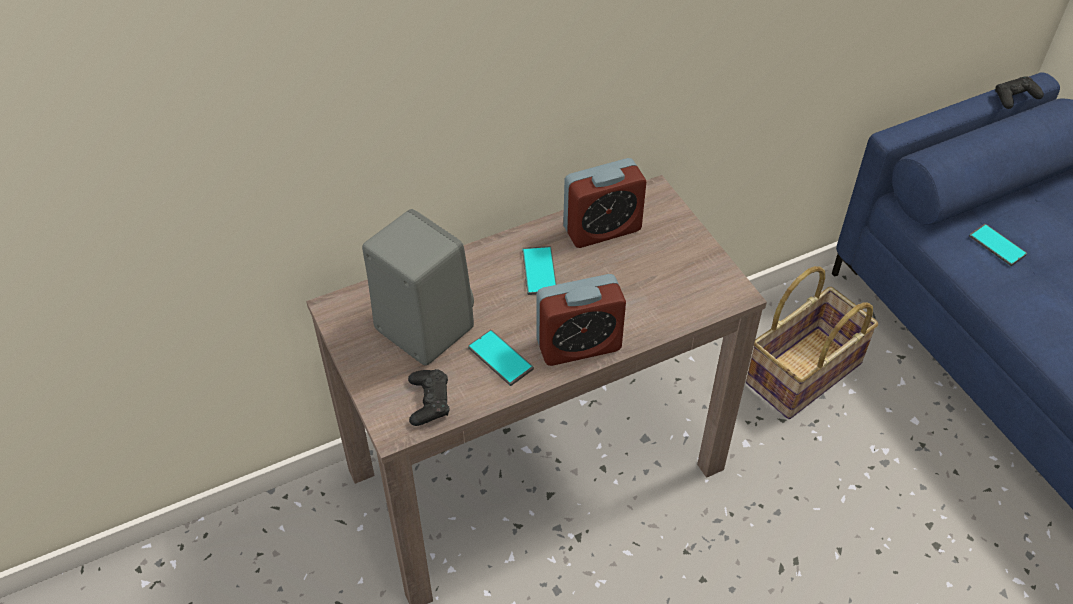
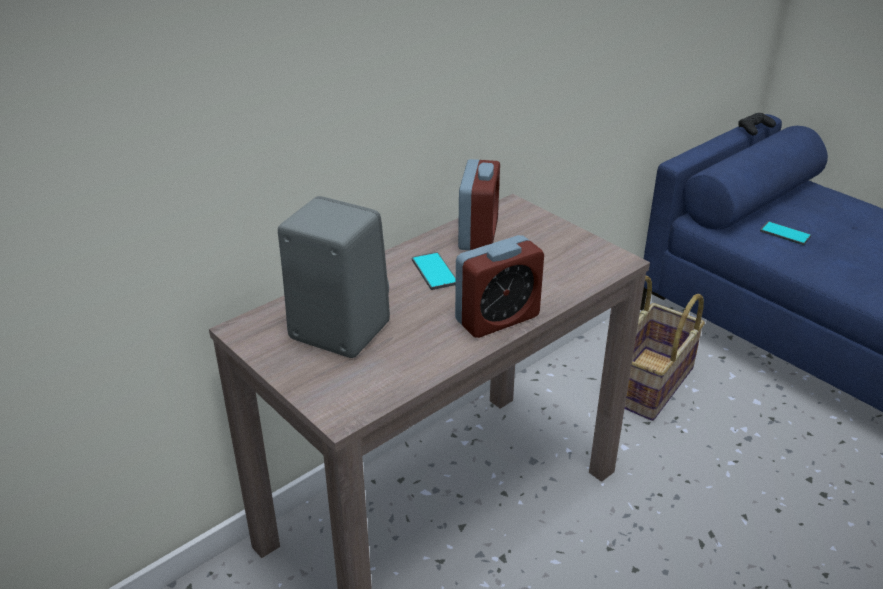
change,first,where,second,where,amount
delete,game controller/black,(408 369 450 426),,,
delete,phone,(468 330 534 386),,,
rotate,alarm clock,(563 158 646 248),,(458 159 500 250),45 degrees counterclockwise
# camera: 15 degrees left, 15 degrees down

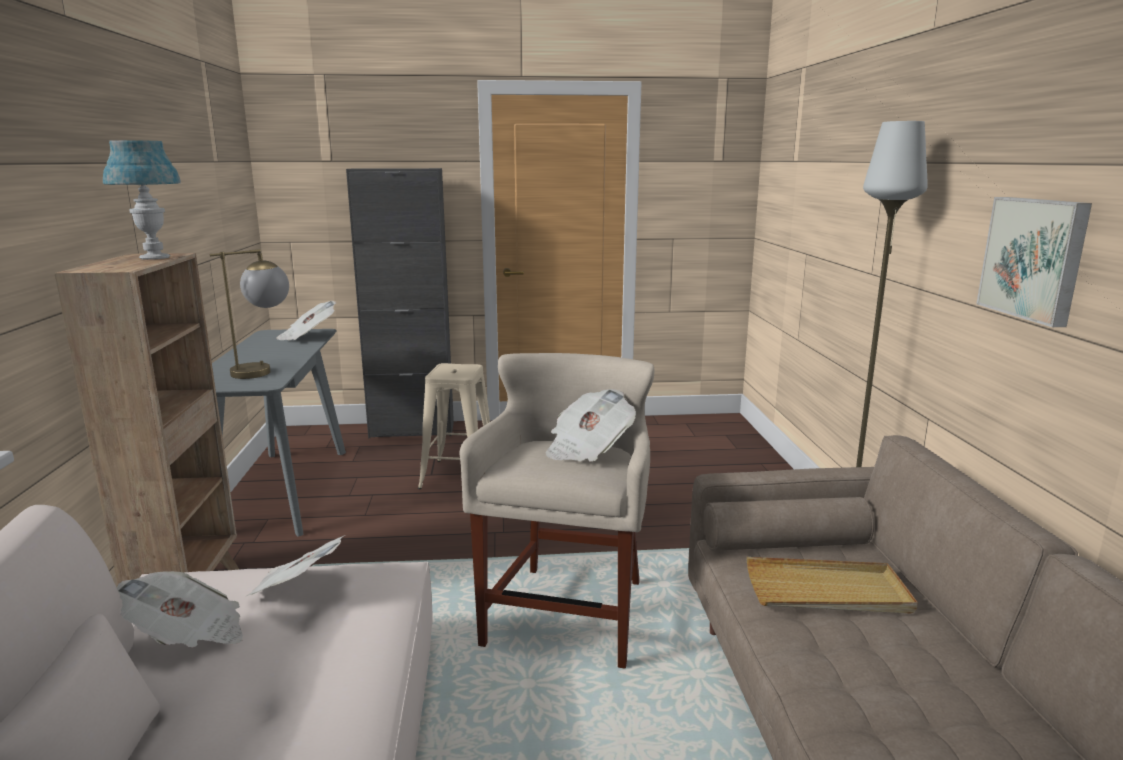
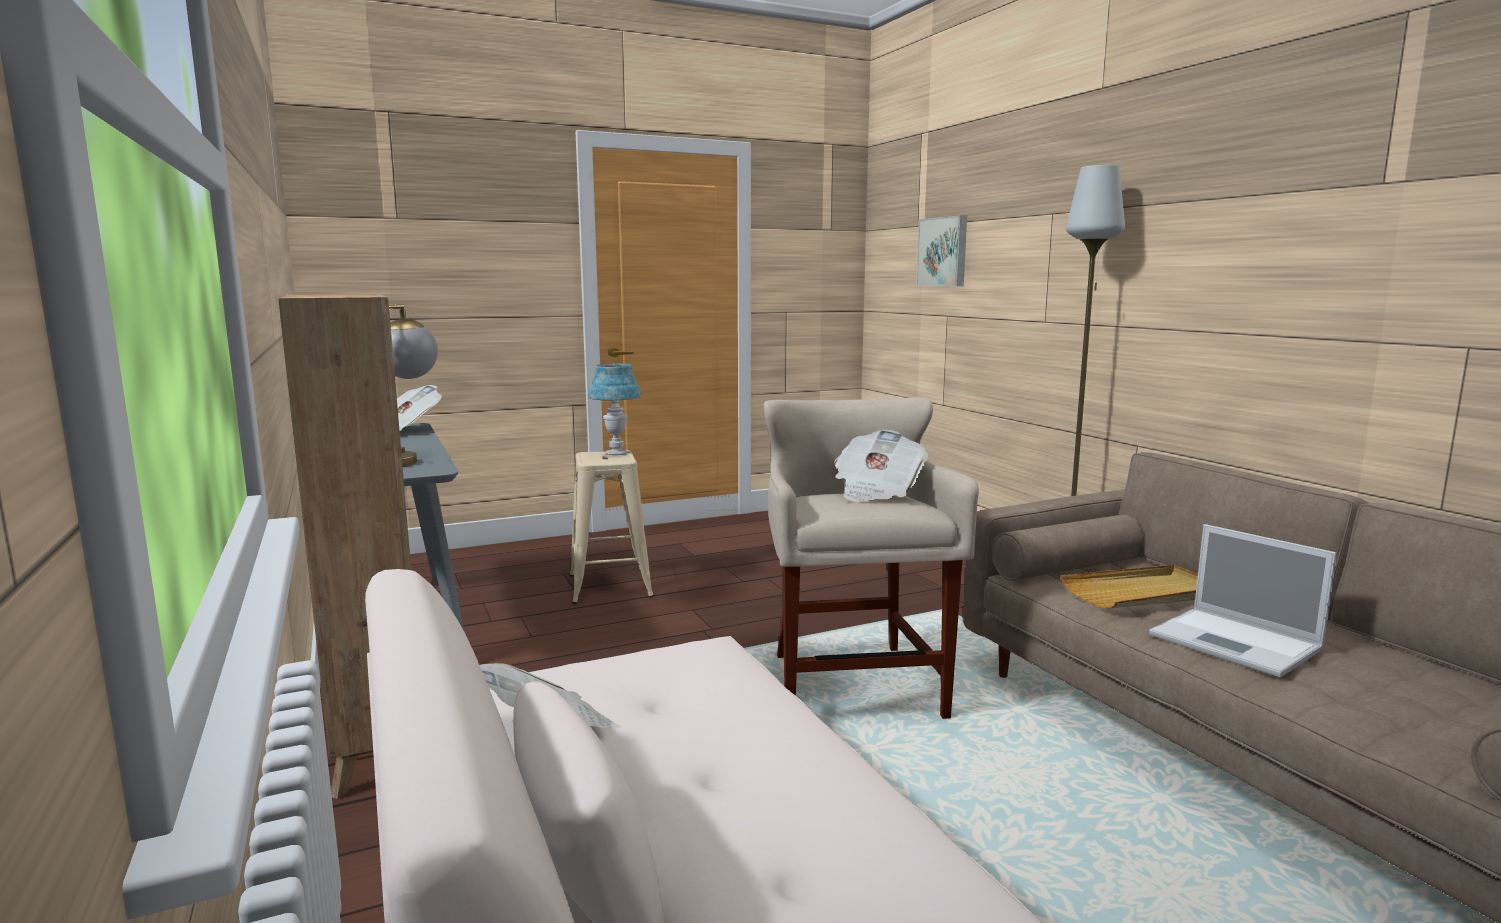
change,first,where,second,where,amount
delete,newspaper,(245 535 345 597),,,
delete,cabinet/black,(346 168 454 438),,,
insert,,,laptop,(1149 524 1337 678),
move,table lamp/blue,(103 140 181 260),,(588 364 641 455),
move,picture,(976 197 1092 327),,(916 215 967 286),
# camera: 20 degrees left, 5 degrees down

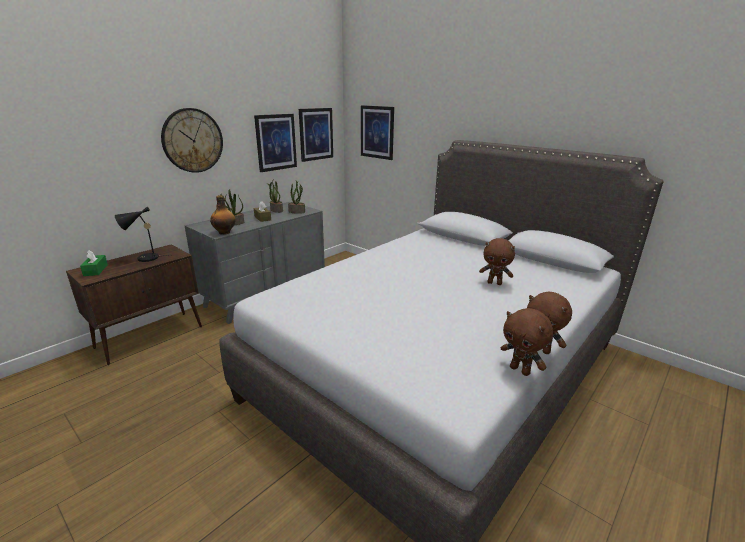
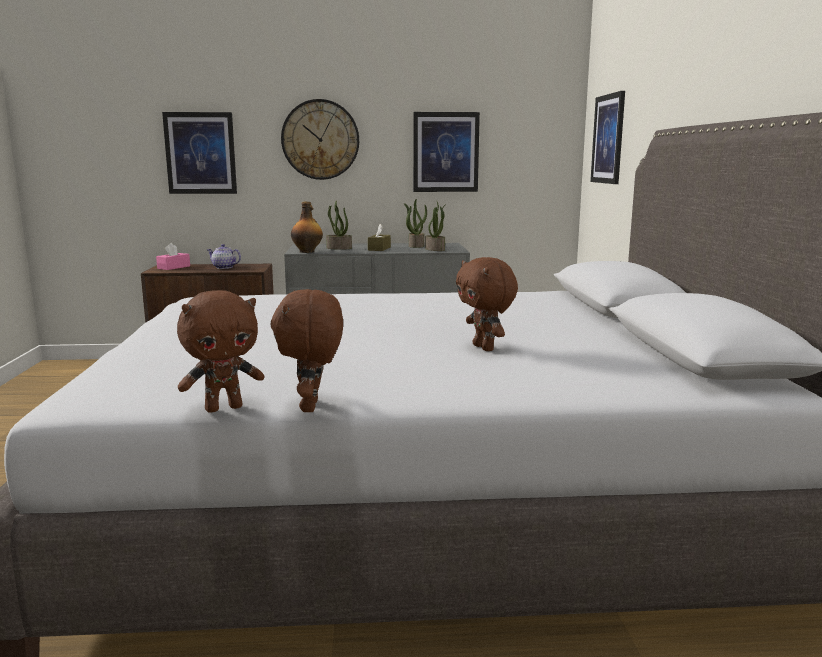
change,first,where,second,where,amount
move,picture,(299 108 333 162),,(162 112 237 194),
replace,table lamp/black,(115 207 168 262),teapot,(207 244 241 269),
recolor,tissue box/green,(80 250 108 276),tissue box/pink,(156 243 190 270),
rotate,plush toy/brown,(501 308 554 376),,(177 290 265 412),120 degrees counterclockwise
# camera: 45 degrees right, 10 degrees down

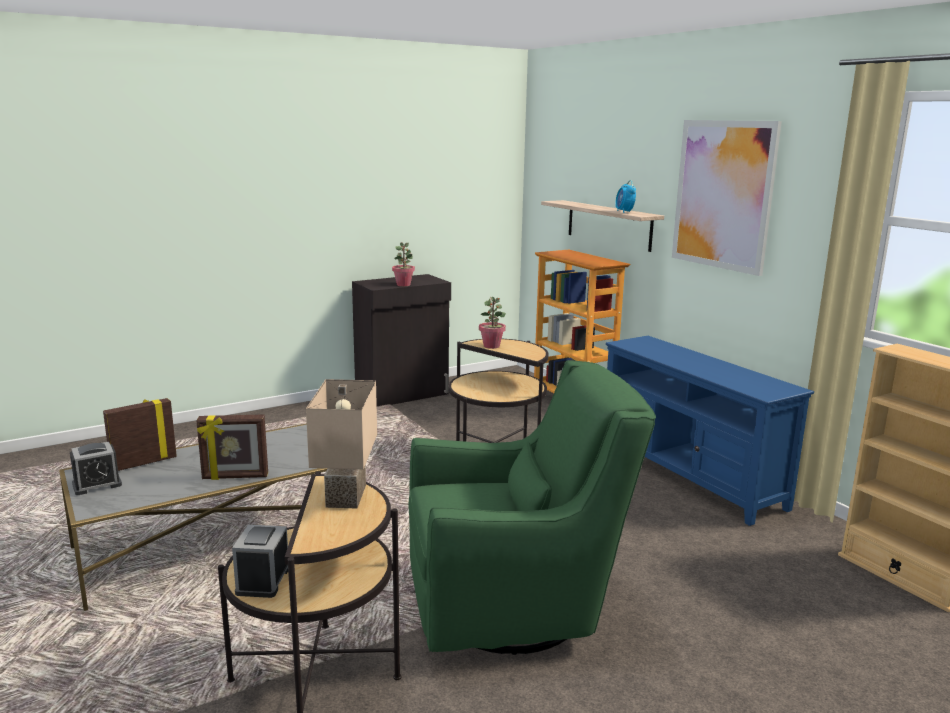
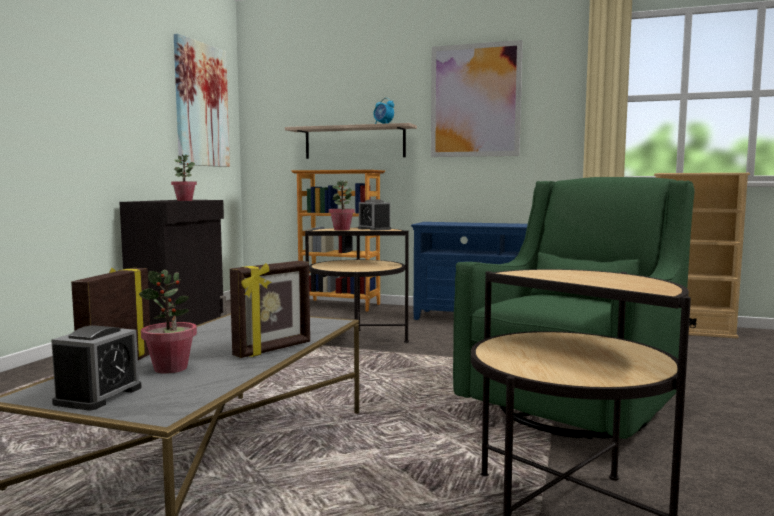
change,first,where,second,where,amount
delete,table lamp/beige,(306 379 377 508),,,
insert,,,potted plant,(139 270 197 374),
insert,,,picture,(174 34 230 167),
move,alarm clock,(232 525 288 598),,(358 199 391 231),
# camera: 40 degrees left, 10 degrees down

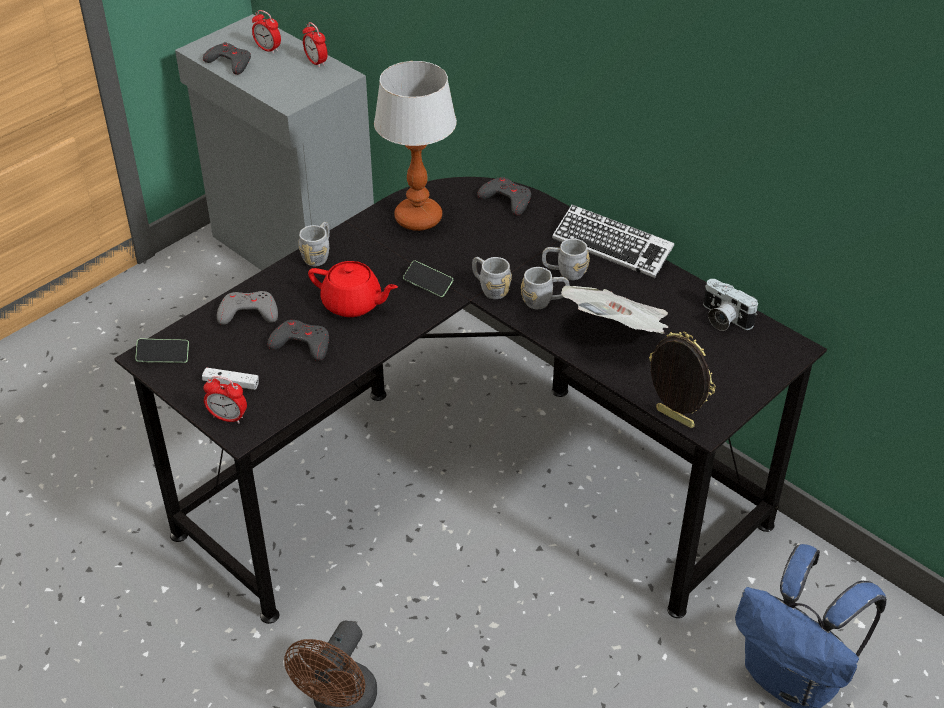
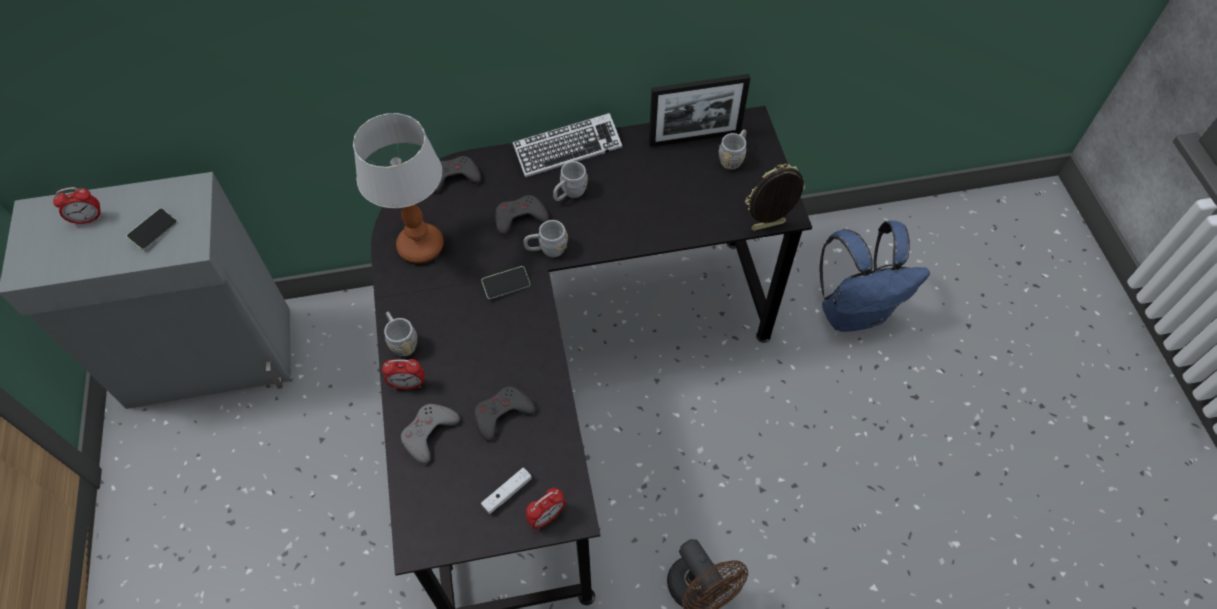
change,first,where,second,where,amount
delete,teapot/red,(308 261 398 317),,,
delete,newspaper,(561 286 668 334),,,
move,phone,(135 339 189 363),,(126 208 177 250),
move,game controller/grey,(203 42 251 75),,(495 195 549 235),
move,alarm clock,(303 22 328 68),,(382 359 424 389),
move,mug/grey,(521 267 570 309),,(719 129 747 170),
replace,photo camera,(703 279 758 331),picture frame,(649 74 750 147),
# camera: 55 degrees left, 15 degrees up

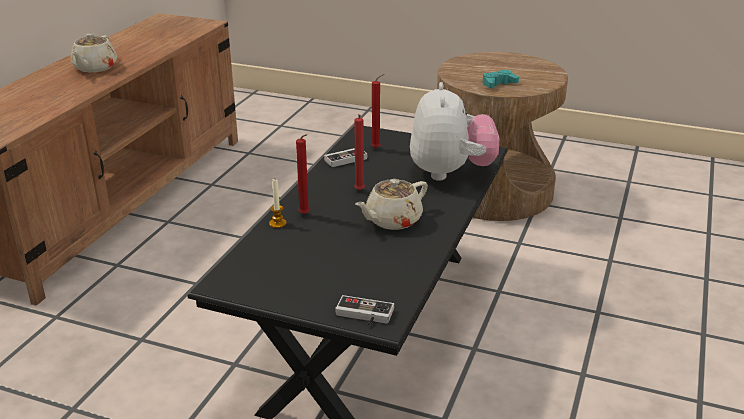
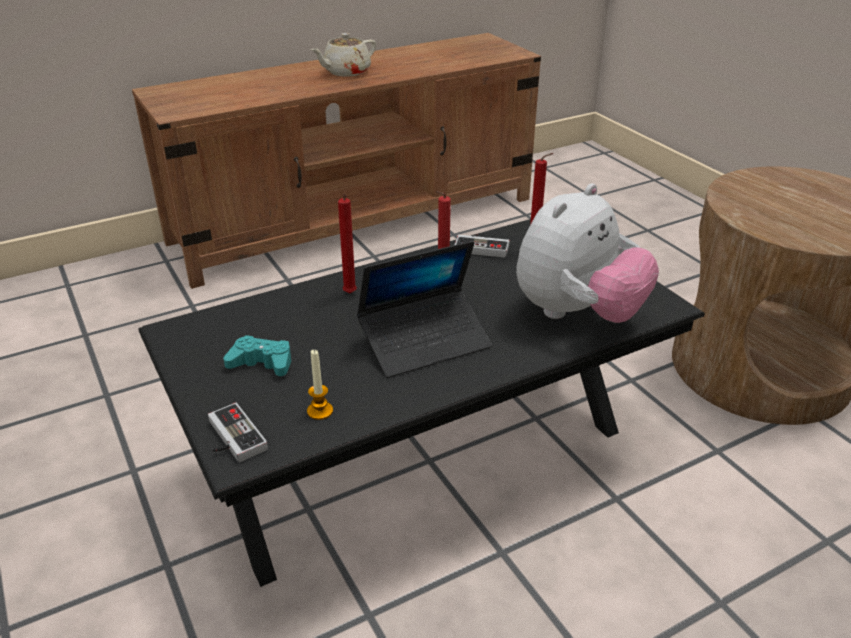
change,first,where,second,where,amount
move,candle,(269 179 286 228),,(307 349 333 420),
move,game controller/turquoise,(483 70 519 88),,(223 335 291 376),
replace,teapot/beige,(355 179 428 230),laptop,(357 241 492 378),
# camera: 40 degrees right, 5 degrees up

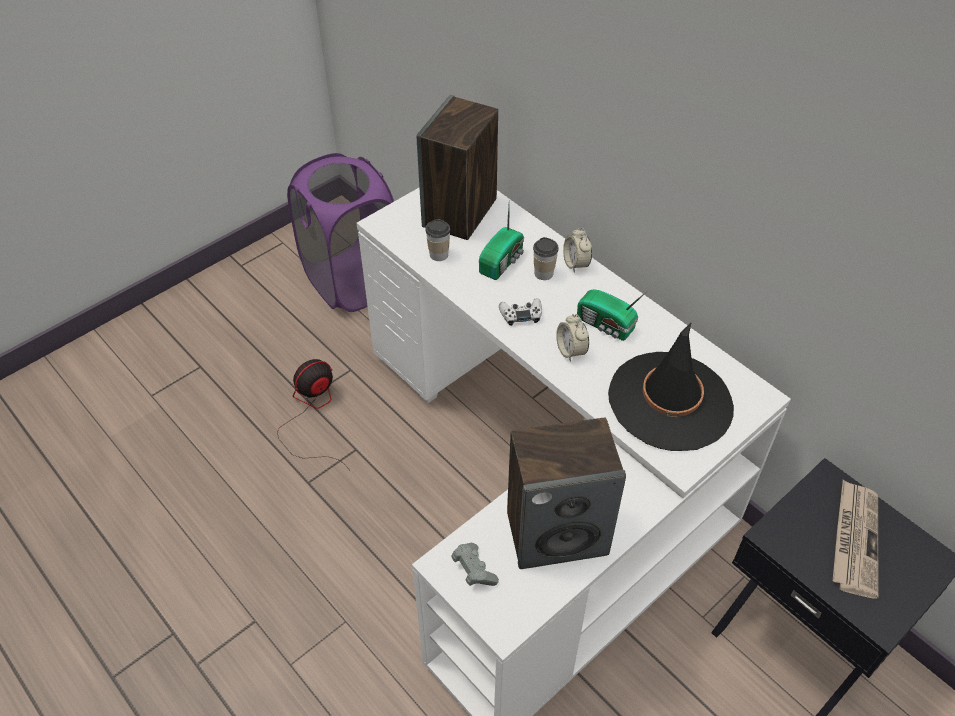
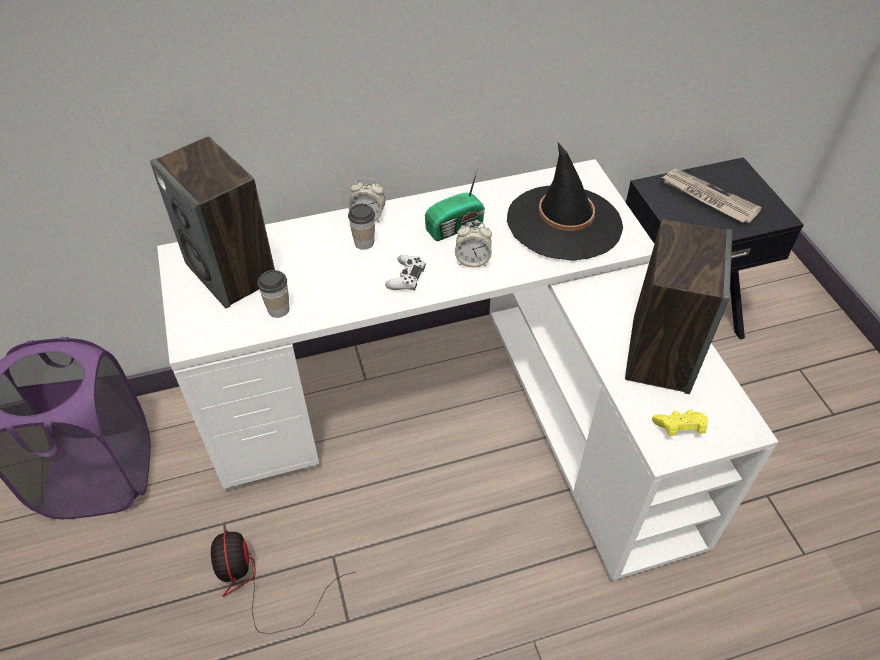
change,first,where,second,where,amount
delete,radio,(479 206 524 280),,,
recolor,game controller/grey,(451 543 499 586),game controller/yellow,(652 410 708 436),
# camera: 65 degrees left, 0 degrees up

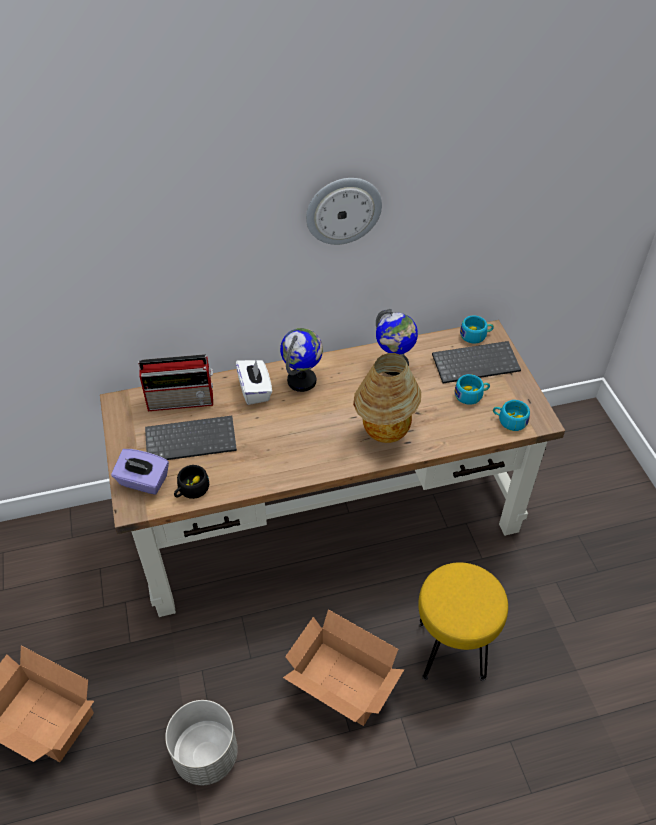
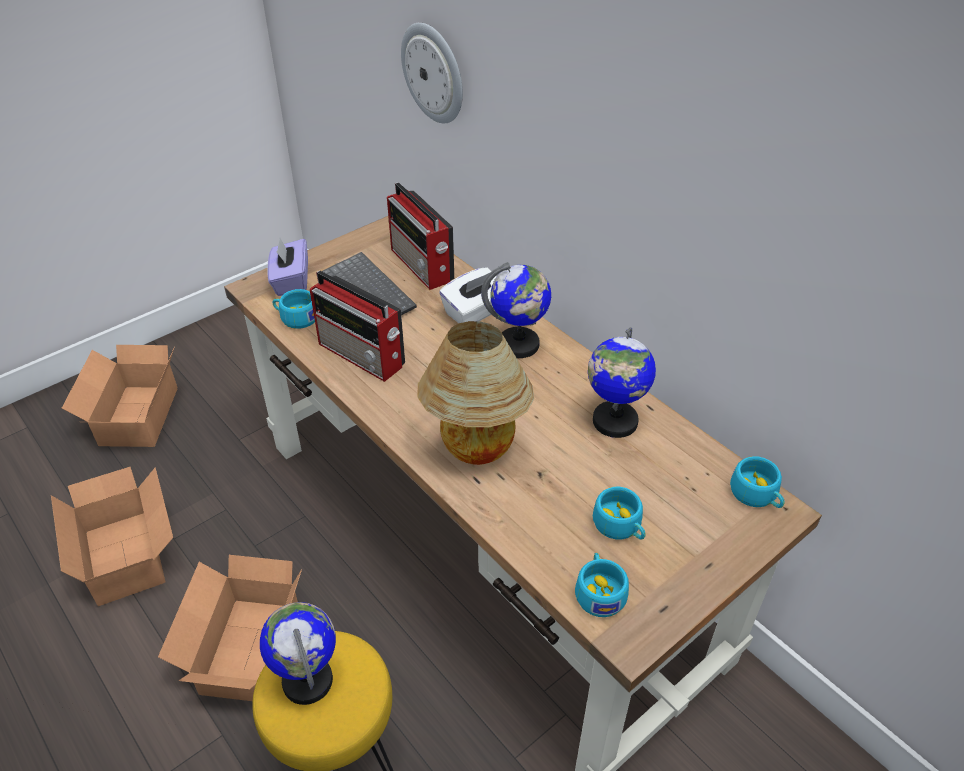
change,first,where,second,where,amount
delete,keyboard,(432 341 521 383),,,
insert,,,globe,(260 602 336 705),
insert,,,radio,(310 271 405 382),
move,wall clock,(306 178 382 245),,(401 23 463 123),
replace,planter/grey,(165 700 238 785),cardboard box,(51 467 173 606),
recolor,cup/black,(174 465 209 499),cup/turquoise,(272 289 315 329),
# camera: 65 degrees right, 5 degrees down

